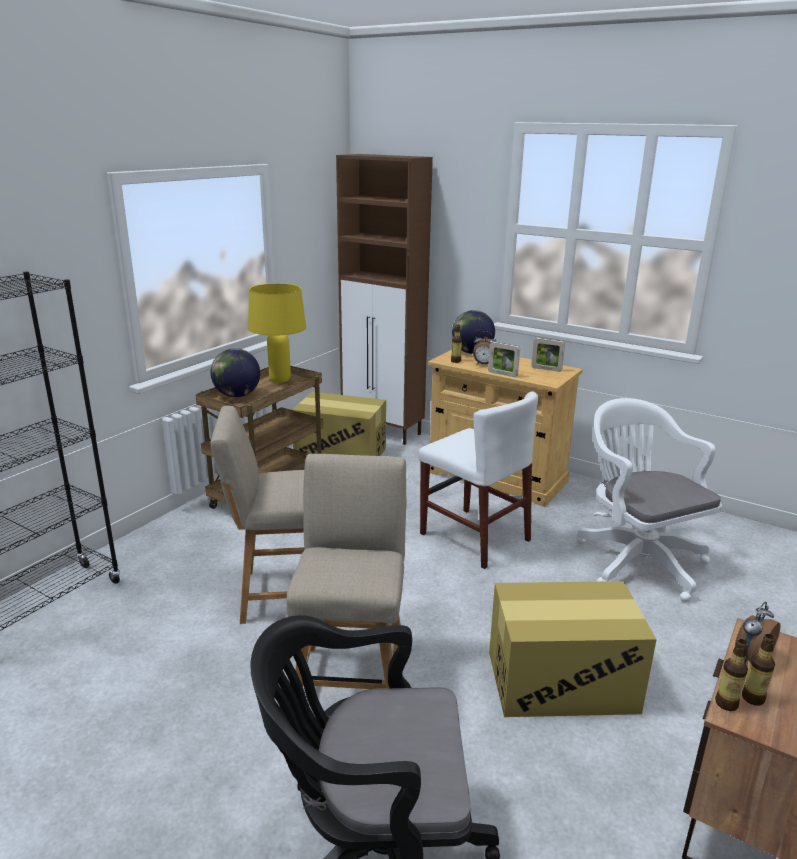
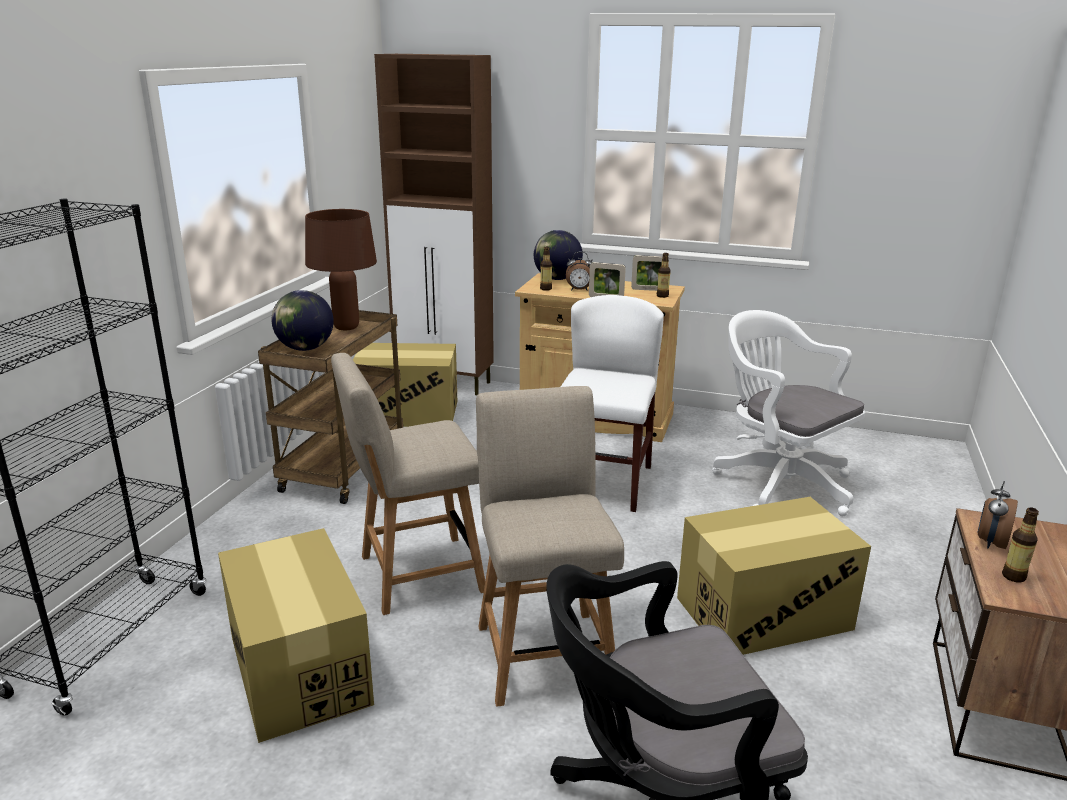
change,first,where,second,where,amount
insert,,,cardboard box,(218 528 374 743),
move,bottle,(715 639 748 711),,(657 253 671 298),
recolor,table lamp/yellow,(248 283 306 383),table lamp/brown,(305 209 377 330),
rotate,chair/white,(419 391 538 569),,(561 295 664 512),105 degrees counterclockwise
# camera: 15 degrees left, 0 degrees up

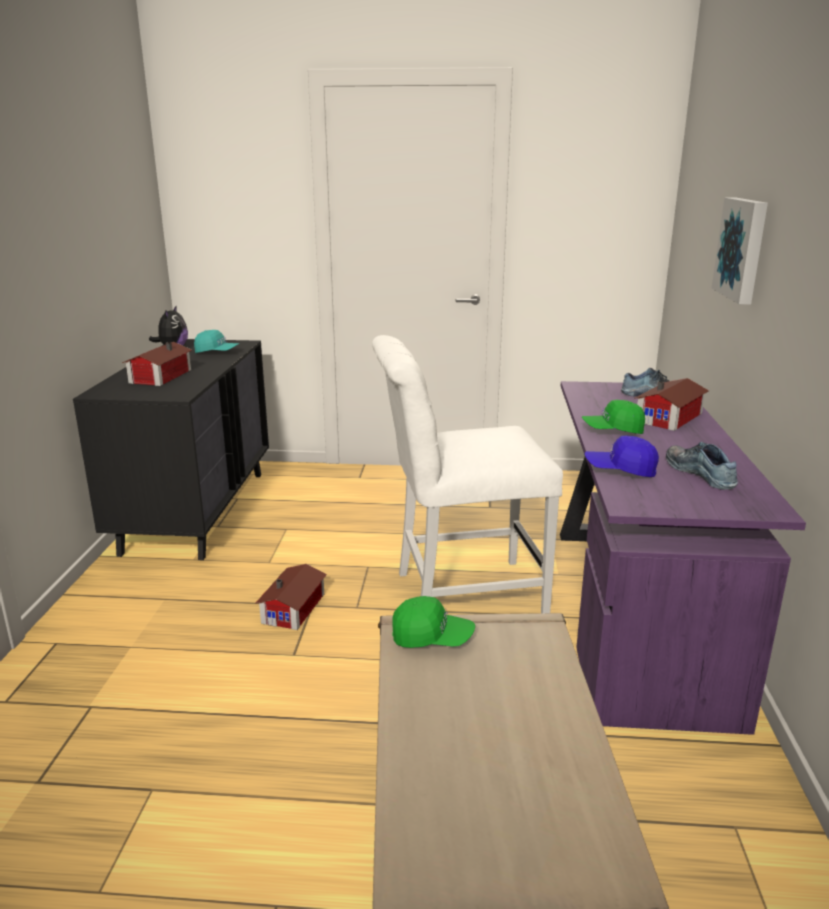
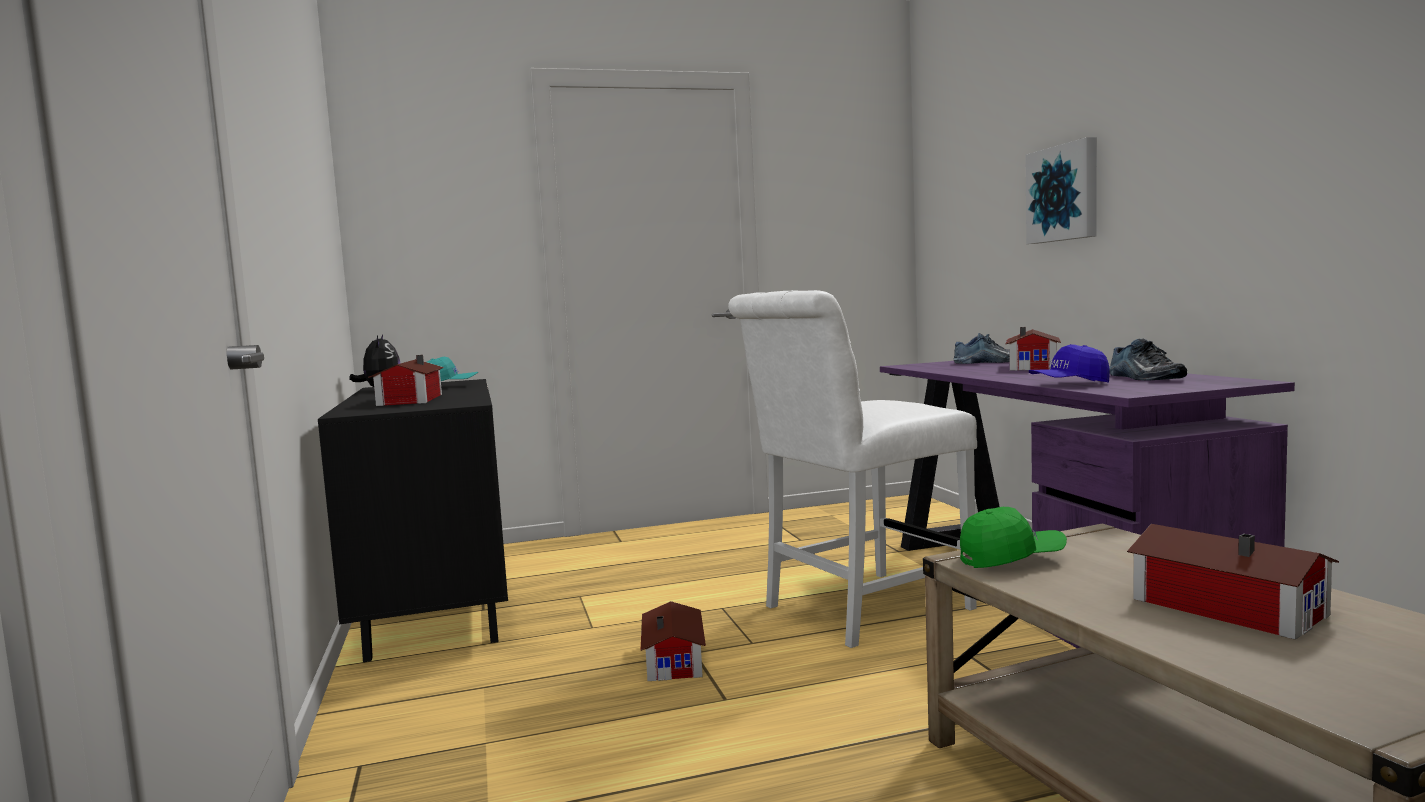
change,first,where,second,where,amount
delete,cap/green,(582 400 645 434),,,
insert,,,toy house,(1127 524 1339 639),
rotate,shoe,(666 442 738 490),,(1109 338 1187 381),150 degrees counterclockwise
# camera: 20 degrees left, 15 degrees down

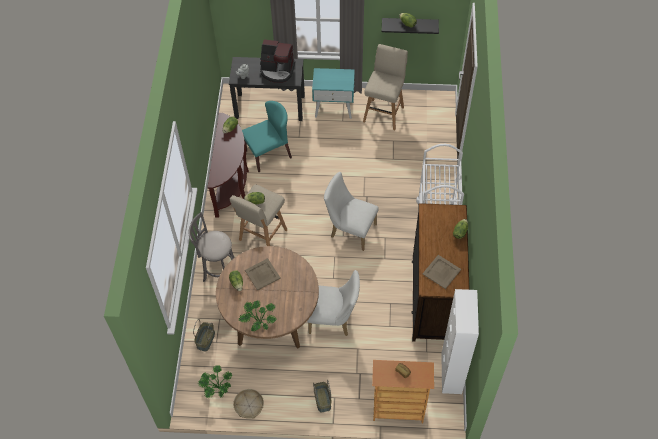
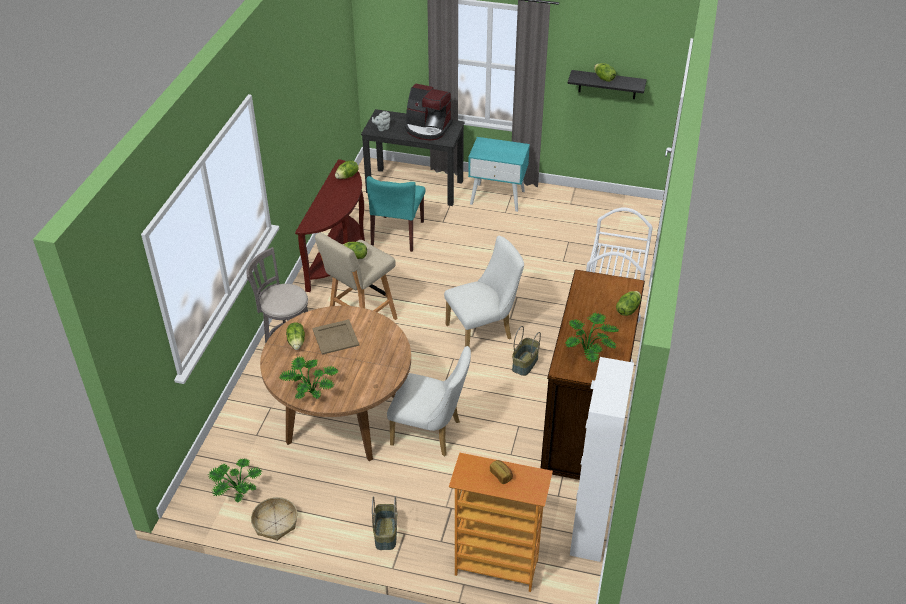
change,first,where,second,where,amount
delete,stool/beige,(363 44 408 130),,,
move,basket,(193 319 215 352),,(512 326 541 376),
replace,tray/beige,(423 255 461 289),potted plant,(565 312 619 363),
rotate,chair/turquoise,(242 101 292 172),,(367 176 426 252),120 degrees clockwise
rotate,chair/white,(324 172 379 251),,(444 236 524 347),120 degrees clockwise
# camera: 10 degrees right, 15 degrees down

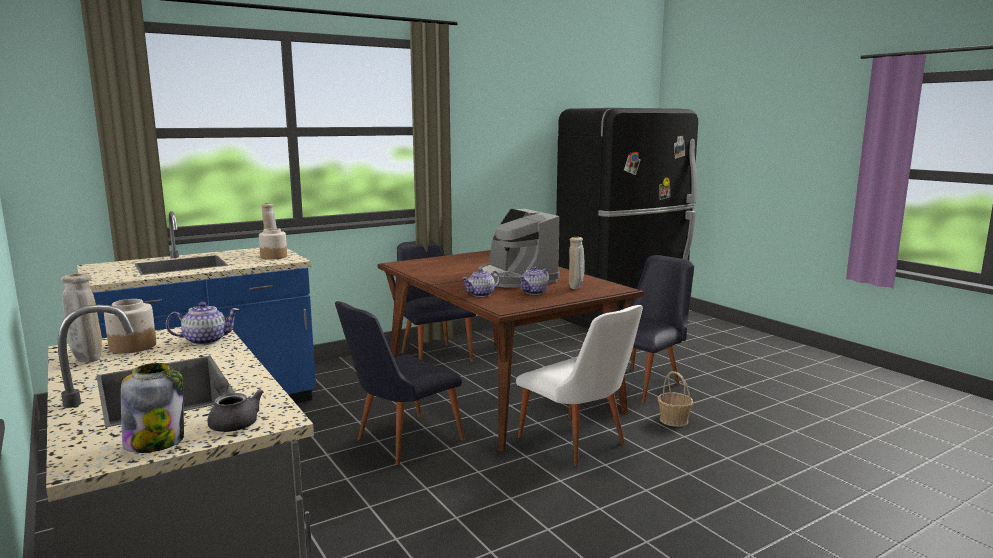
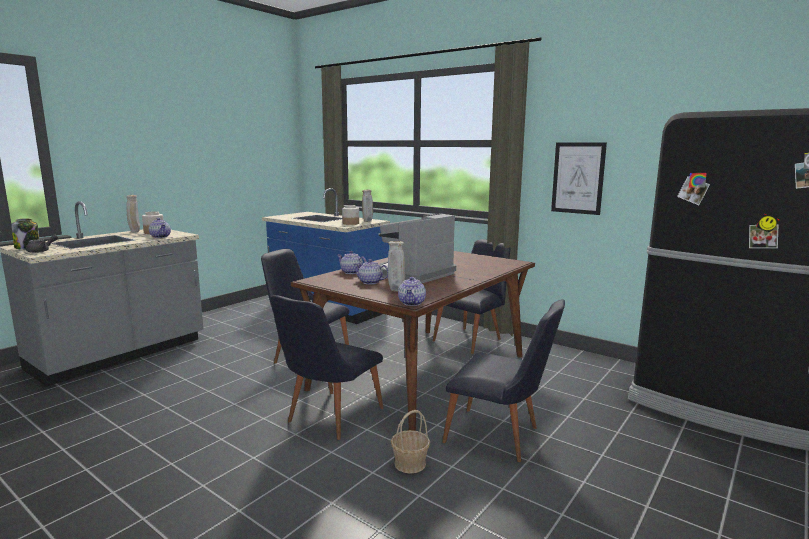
change,first,where,second,where,amount
insert,,,teapot,(398 277 426 306),
insert,,,picture,(551 142 607 215),
recolor,chair/white,(516 305 643 467),chair/black,(270 295 384 440),
# camera: 70 degrees right, 0 degrees up

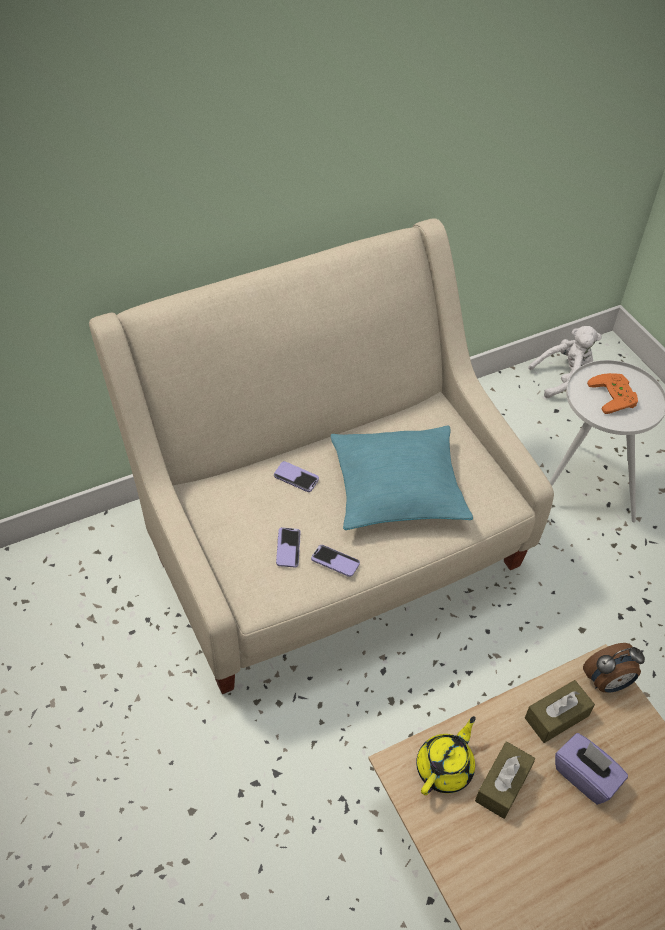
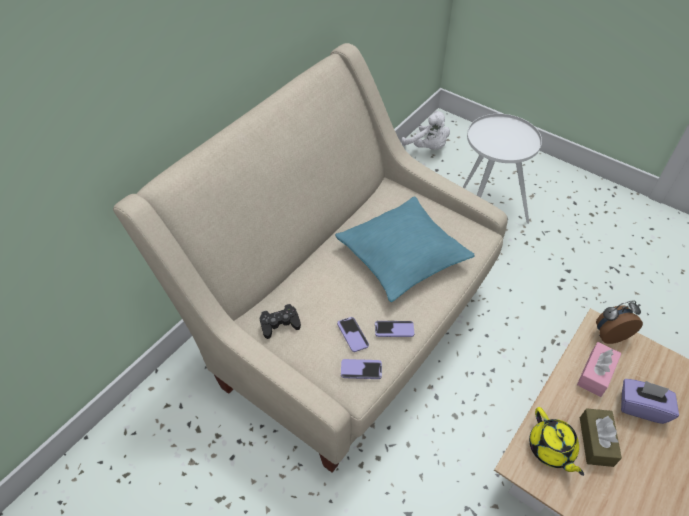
change,first,where,second,where,amount
delete,game controller/orange,(587 373 638 414),,,
insert,,,game controller/black,(260 304 301 339),
move,phone,(274 461 319 492),,(341 359 382 379),
recolor,tissue box/brown,(525 680 595 743),tissue box/pink,(577 342 622 397),
rotate,teapot/yellow,(416 716 476 795),,(529 407 584 476),150 degrees clockwise
rotate,plush toy/white,(528 326 602 398),,(401 111 450 150),90 degrees clockwise
rotate,alarm clock,(583 643 645 693),,(596 300 643 344),150 degrees counterclockwise
# camera: 25 degrees left, 0 degrees up

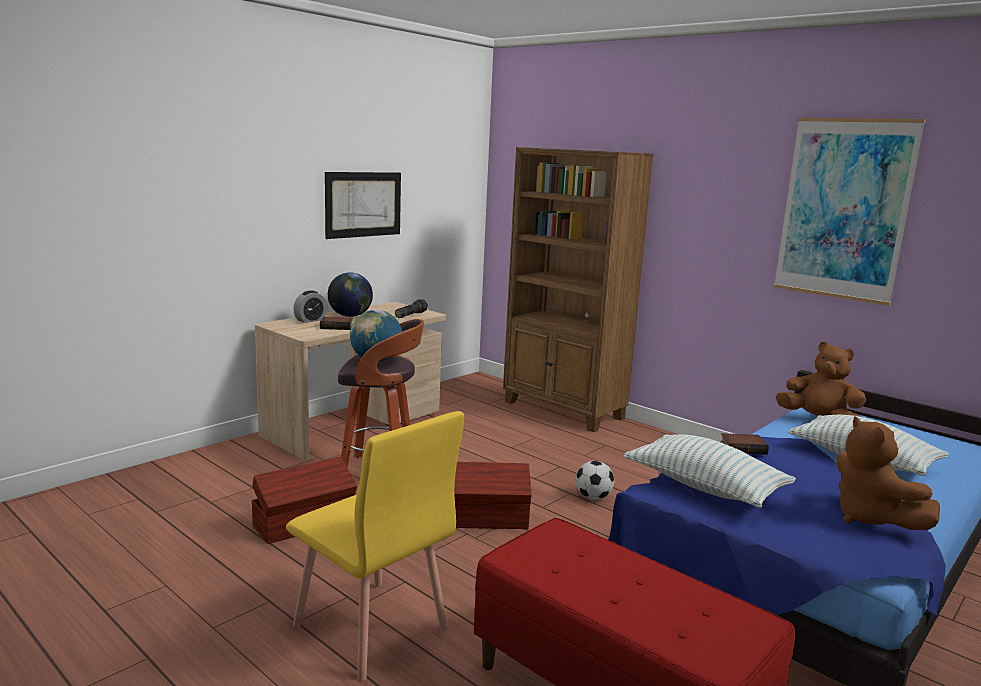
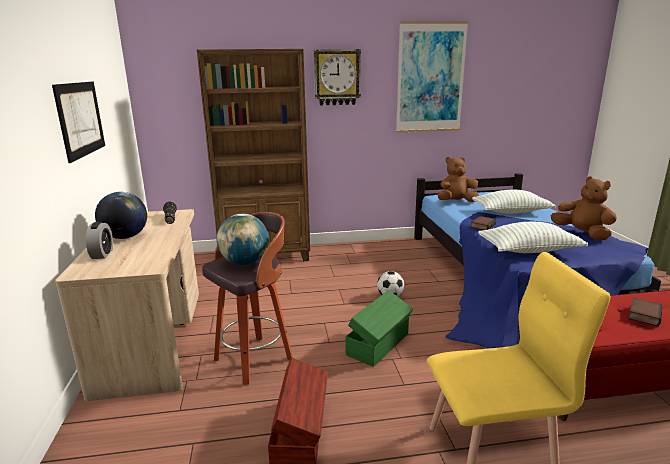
change,first,where,second,where,amount
insert,,,wall clock,(314 49 361 106),
move,book,(320 317 353 330),,(628 298 662 326),
recolor,storage box/brown,(454 462 531 529),storage box/green,(346 290 413 367),
rotate,plush toy/brown,(836 416 940 530),,(551 176 617 240),150 degrees counterclockwise
# camera: 50 degrees left, 5 degrees up

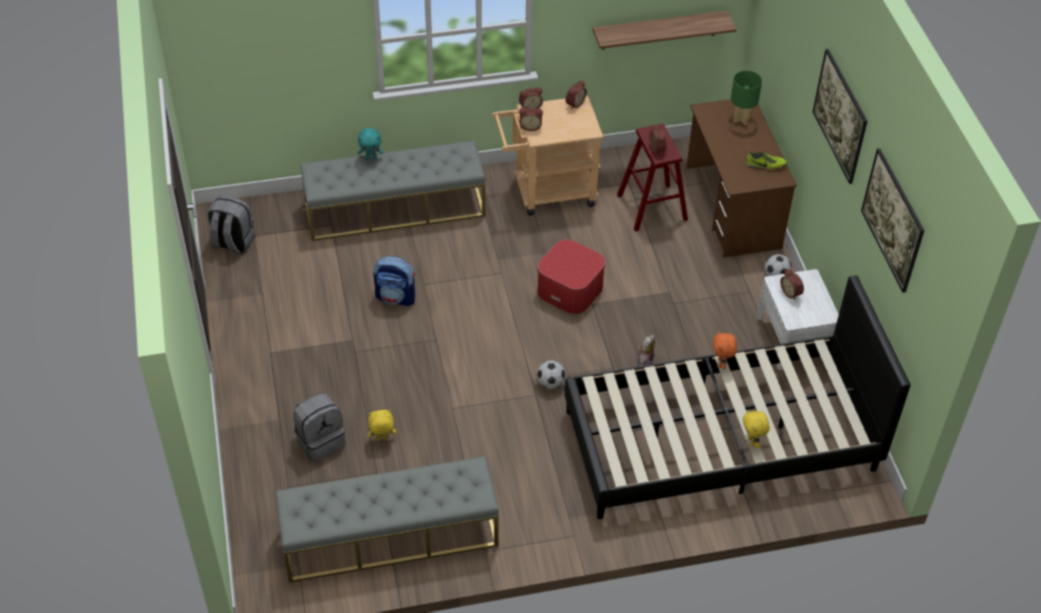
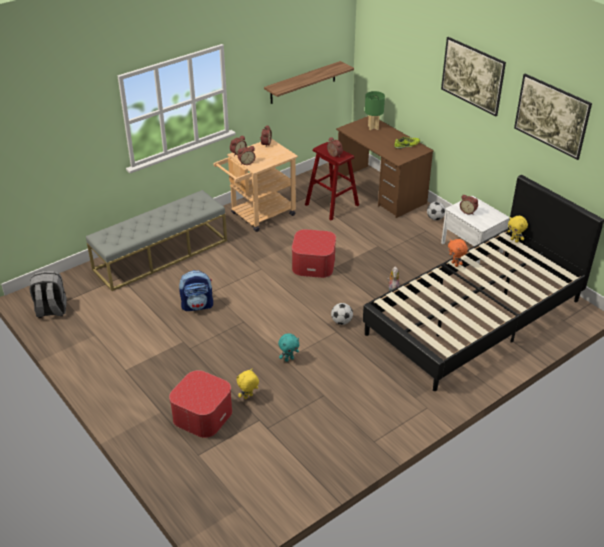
change,first,where,second,where,amount
delete,bench/grey,(275 456 499 583),,,
move,plush toy/turquoise,(358 128 383 160),,(278 333 299 362),
move,plush toy/yellow,(743 410 770 448),,(507 216 528 243),
replace,backpack/grey,(293 393 345 462),ottoman,(169 370 232 438),
# camera: 25 degrees left, 10 degrees down

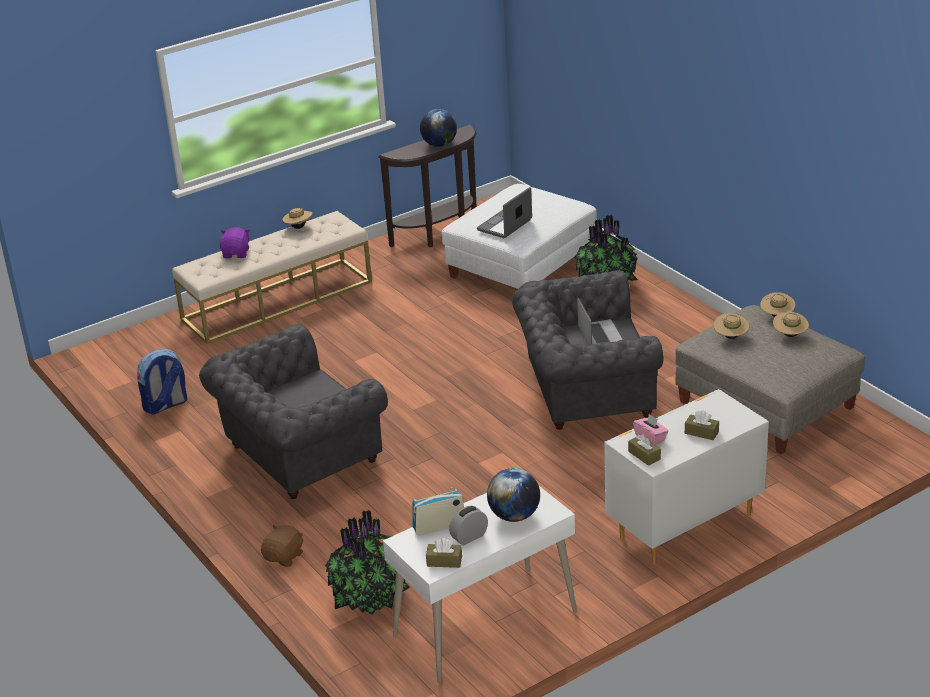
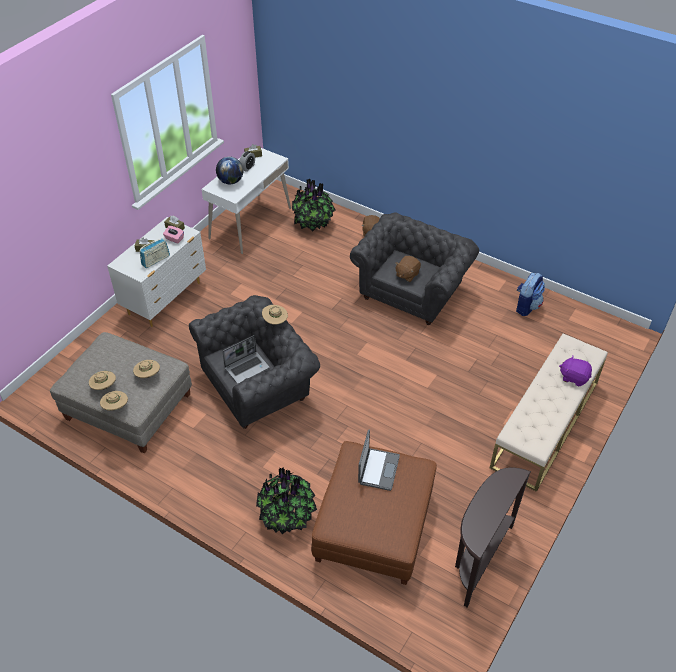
change,first,where,second,where,amount
delete,globe,(420 109 457 147),,,
insert,,,plush toy/brown,(395 256 421 282),
move,hat/beige,(282 205 313 229),,(262 305 288 325),
move,radio,(412 487 464 535),,(139 238 170 268),
recolor,ottoman/white,(441 184 597 289),ottoman/brown,(311 441 437 585),
rotate,plush toy/purple,(220 227 250 258),,(559 356 592 386),135 degrees clockwise
rotate,laptop,(577 297 623 345),,(222 335 270 384),90 degrees counterclockwise
# camera: 155 degrees right, 15 degrees up

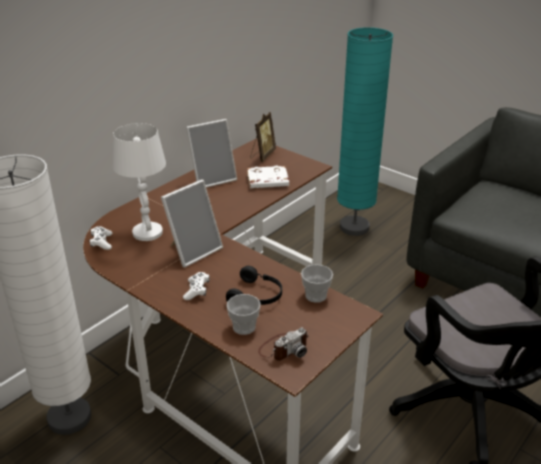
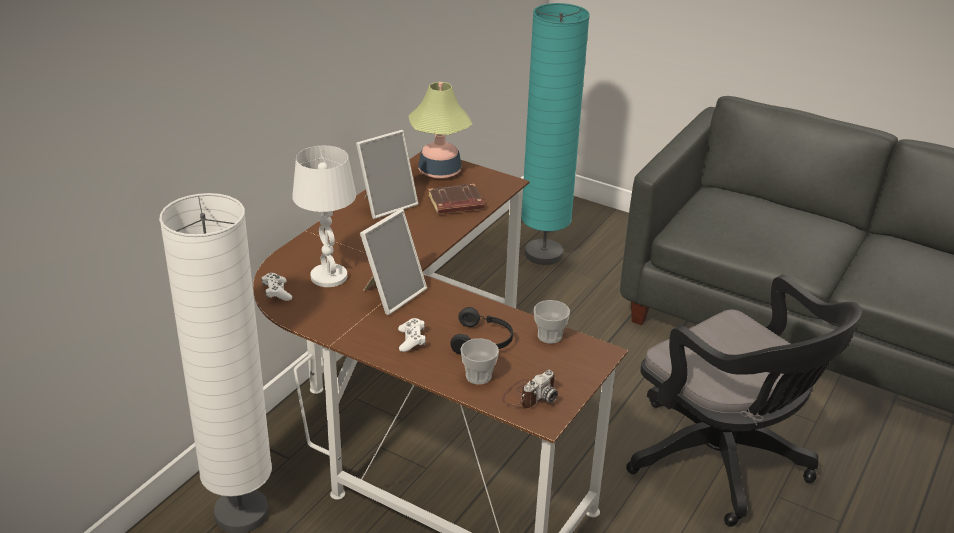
change,first,where,second,where,amount
replace,picture frame,(250 112 276 162),table lamp,(408 82 472 179),
recolor,book/white,(247 166 289 188),book/brown,(428 184 485 214),
# camera: 10 degrees left, 0 degrees up

